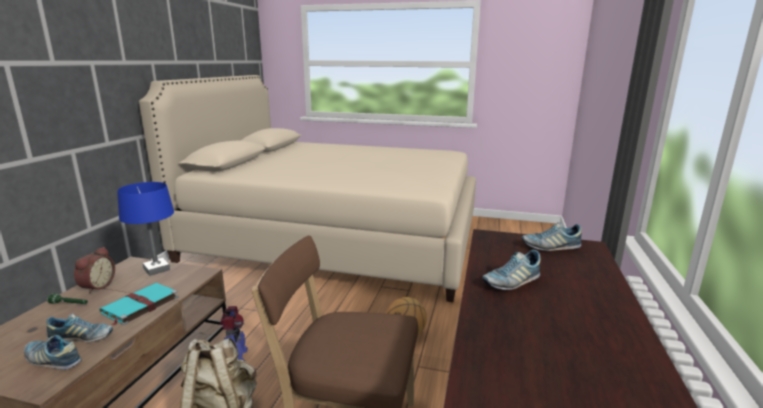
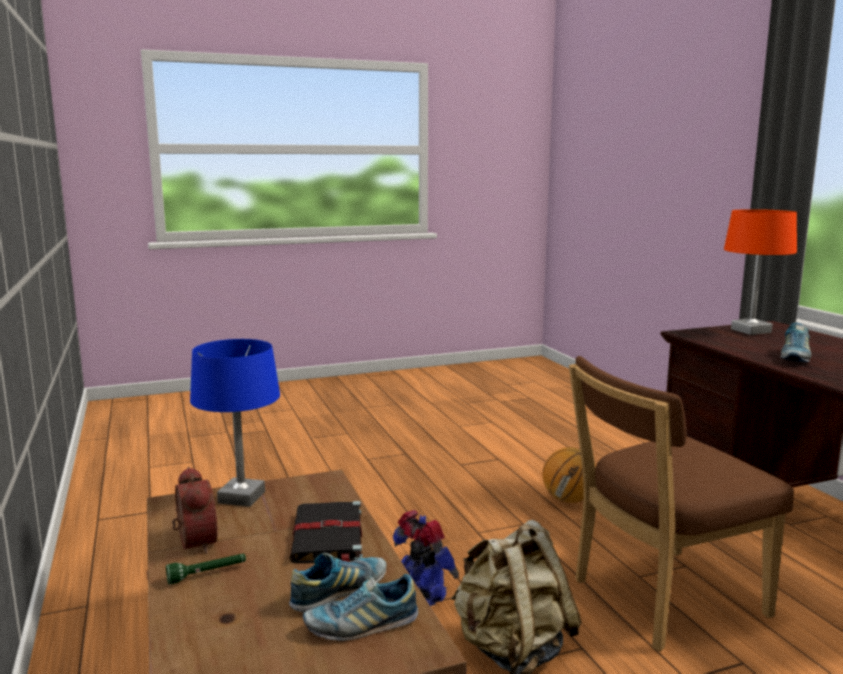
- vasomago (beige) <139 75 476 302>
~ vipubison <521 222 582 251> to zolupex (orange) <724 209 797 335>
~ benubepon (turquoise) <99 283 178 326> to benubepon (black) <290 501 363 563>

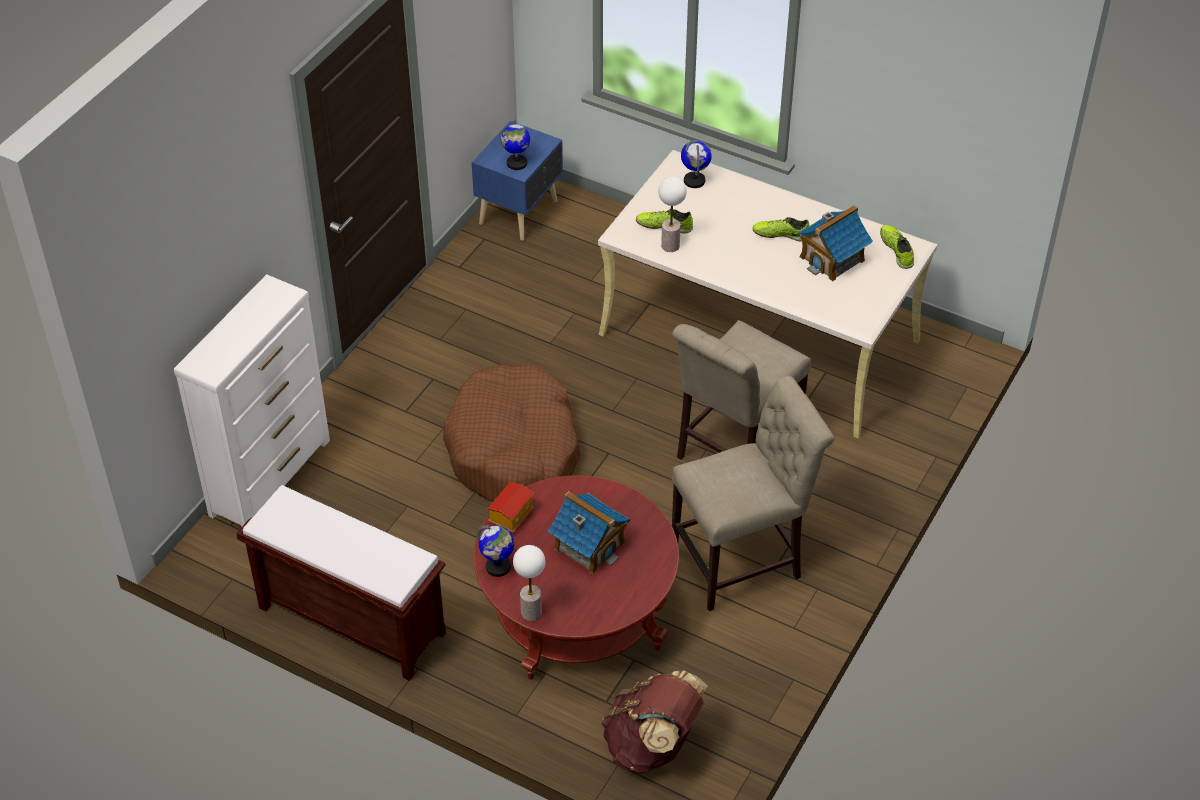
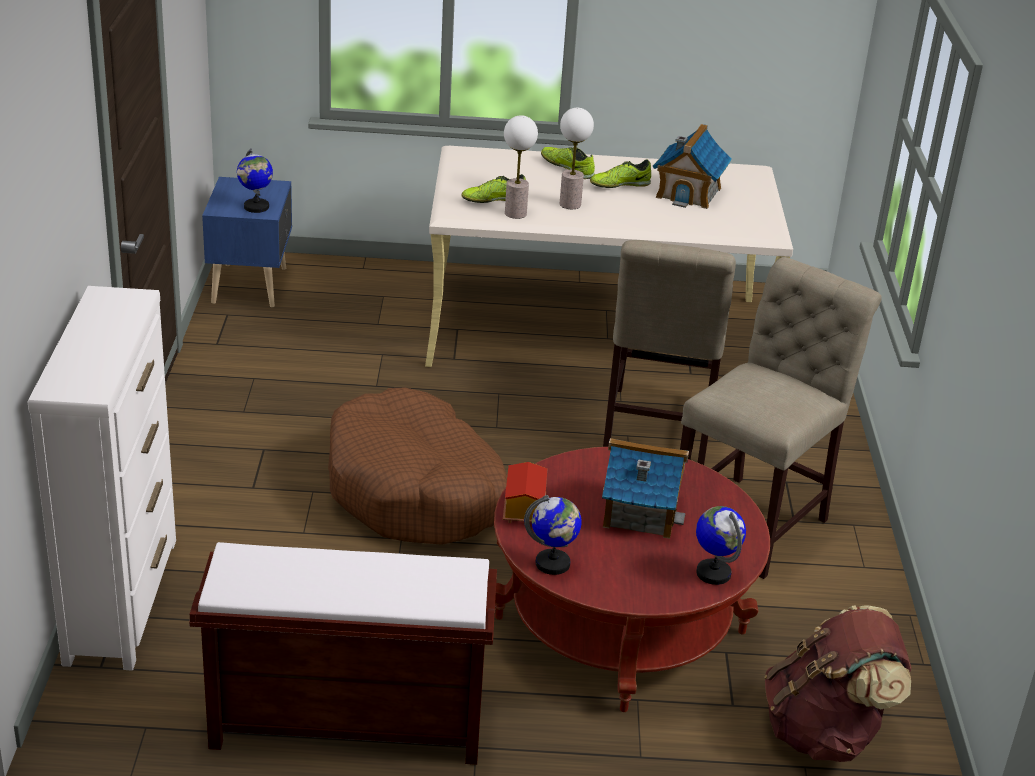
~ zolupex <513 545 546 621> to <560 108 594 209>
~ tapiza <681 140 712 188> to <696 506 746 585>
~ vipubison <880 225 914 269> to <541 147 595 179>

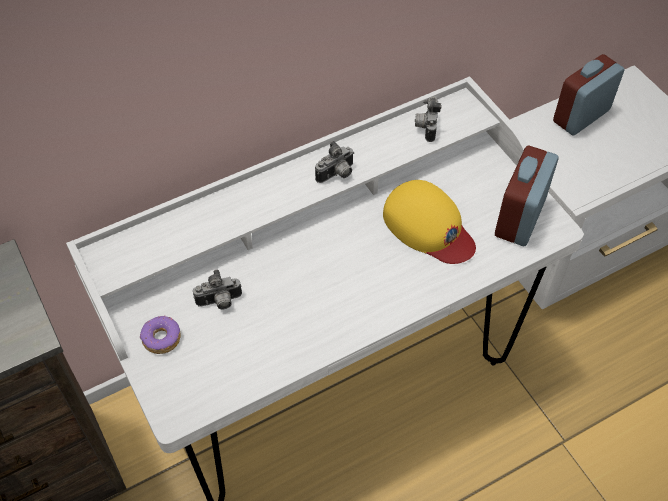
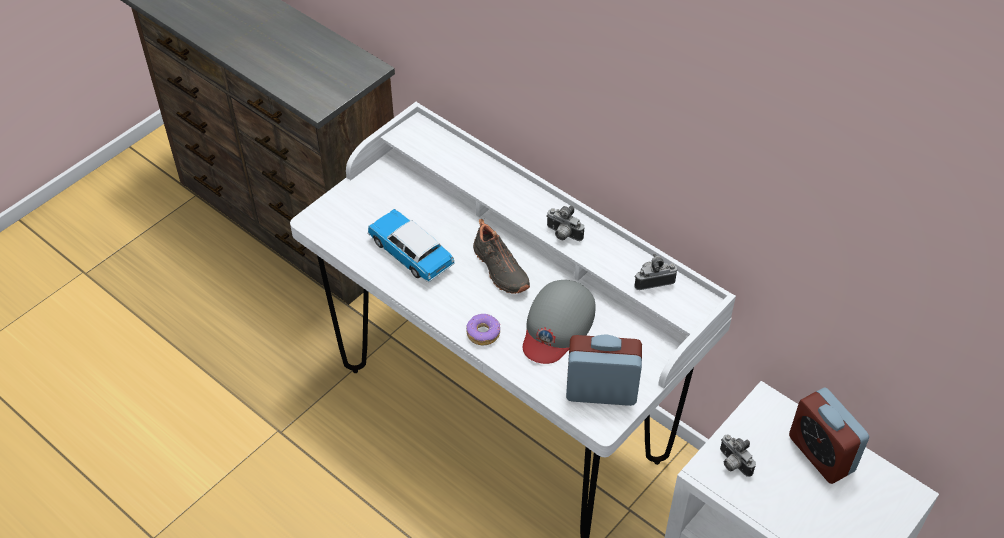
+ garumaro <367 209 455 282>
+ vipubison (black) <473 219 530 294>
~ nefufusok <140 316 181 354> to <466 314 500 345>
~ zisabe <193 270 242 310> to <720 435 756 477>
~ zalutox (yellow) <383 180 476 264> to zalutox (grey) <523 280 596 364>
~ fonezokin <553 54 624 136> = <789 387 869 484> 150 degrees counterclockwise

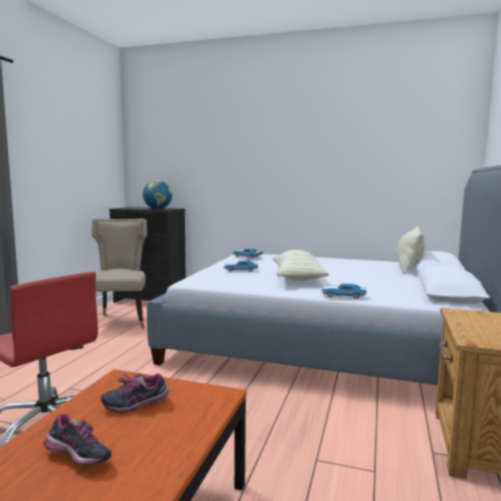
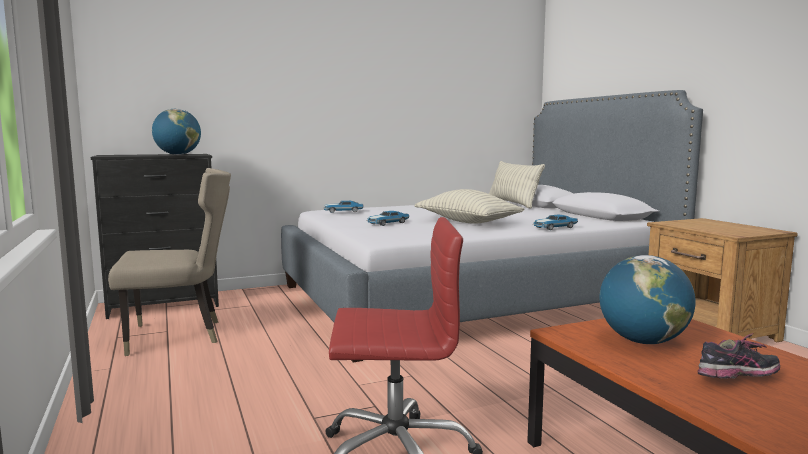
~ vipubison <101 373 169 413> to tapiza <600 255 696 344>
~ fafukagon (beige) <92 219 147 329> = <108 168 231 356> 120 degrees clockwise

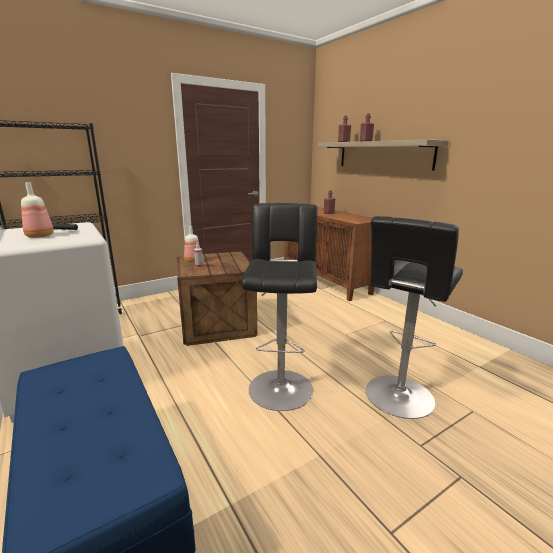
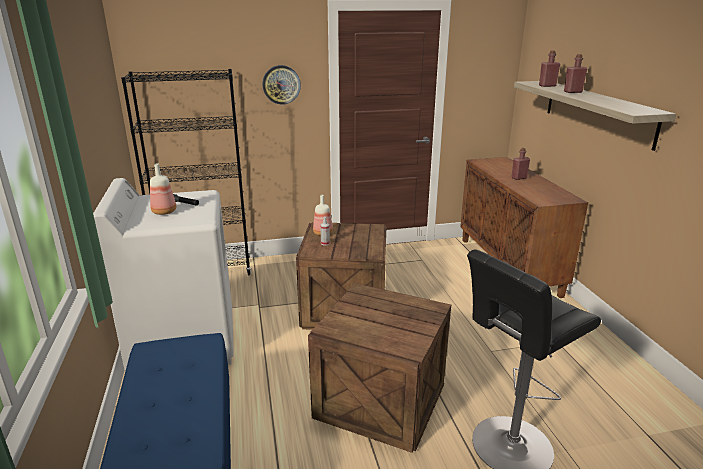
+ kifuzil <263 65 301 105>
~ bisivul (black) <242 203 318 411> to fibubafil <308 283 451 453>

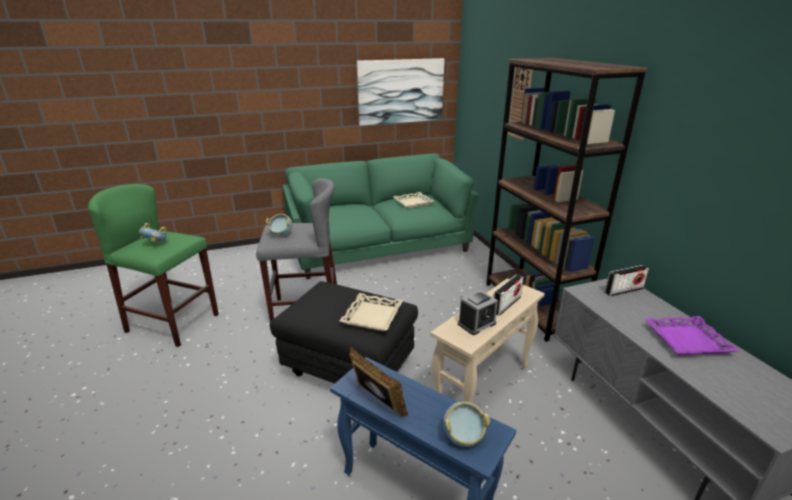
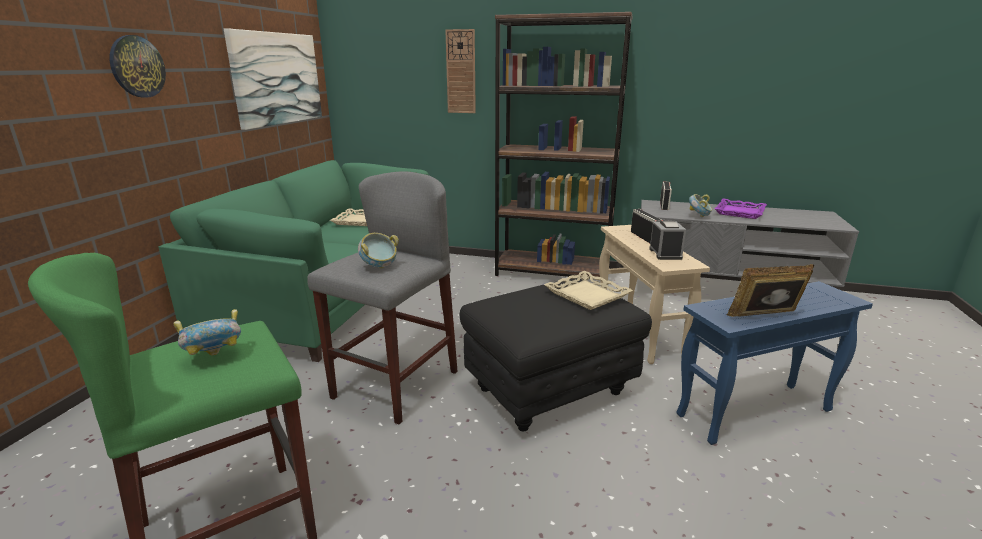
+ kifuzil <109 35 166 98>
~ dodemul <443 401 490 447> to <689 194 712 217>

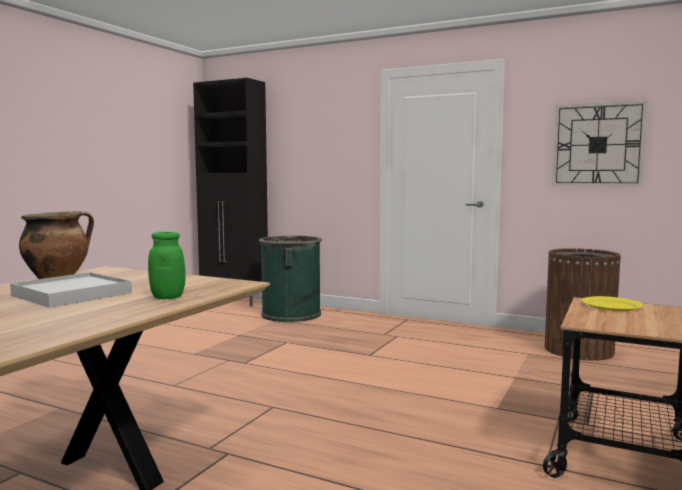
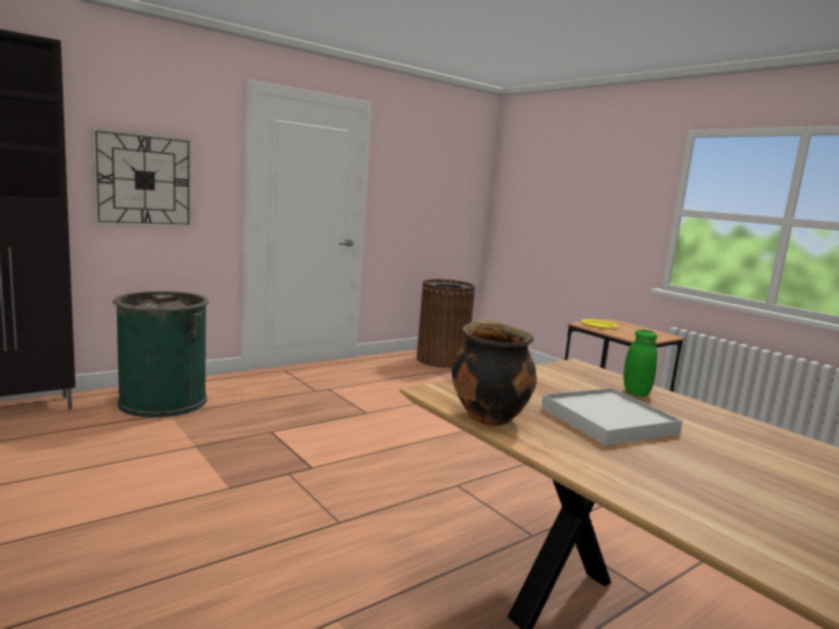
~ kifuzil <552 101 647 187> to <91 127 193 228>

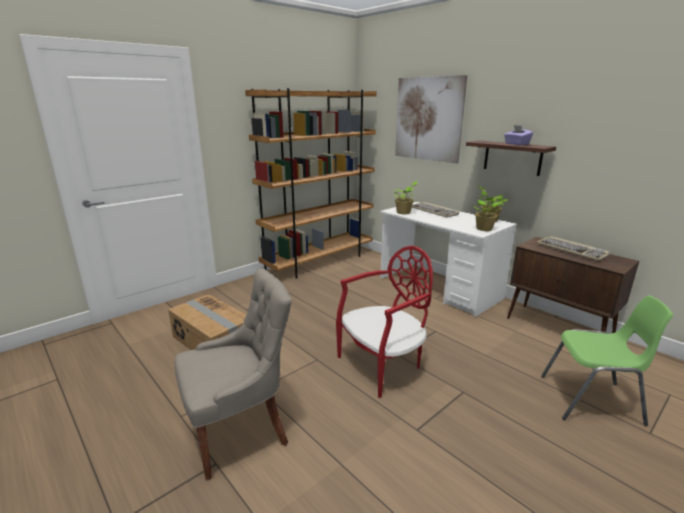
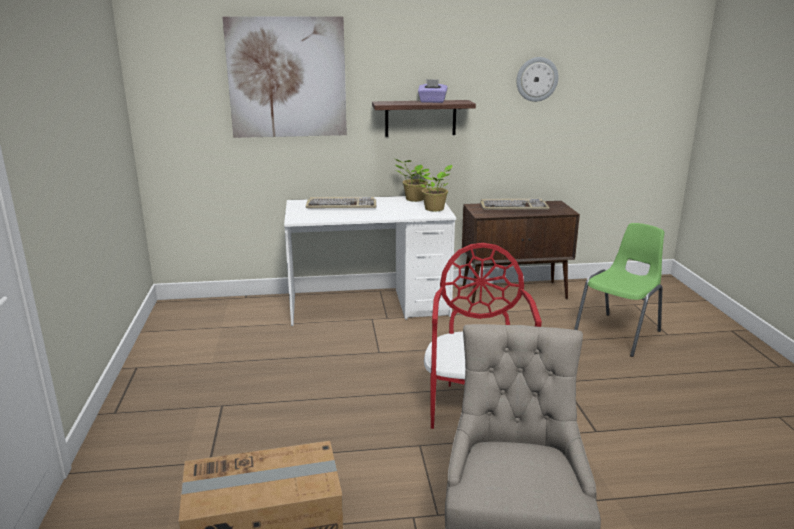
- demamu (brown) <245 88 377 279>
- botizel <393 181 418 214>
+ kifuzil <516 57 558 102>

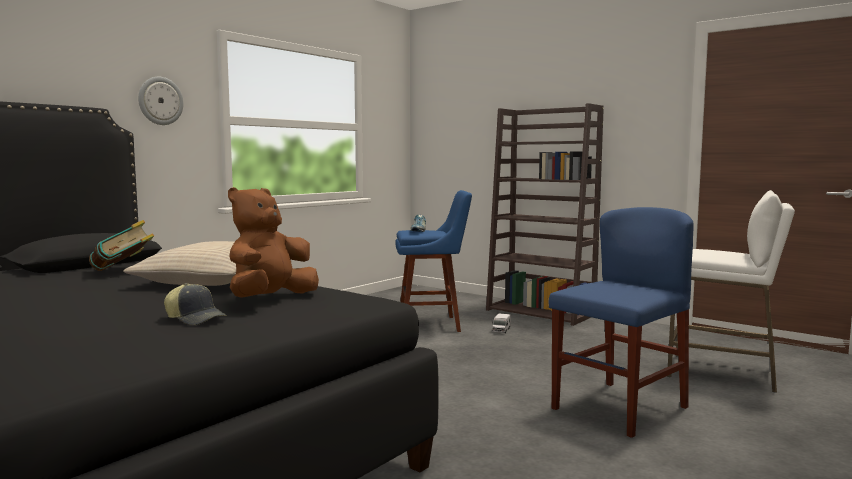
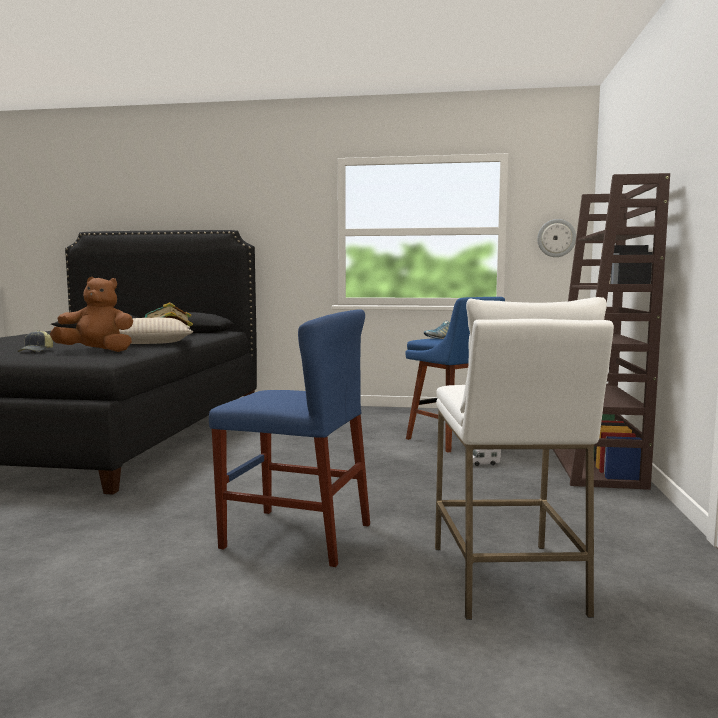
~ kifuzil <138 77 184 125> to <537 219 576 257>

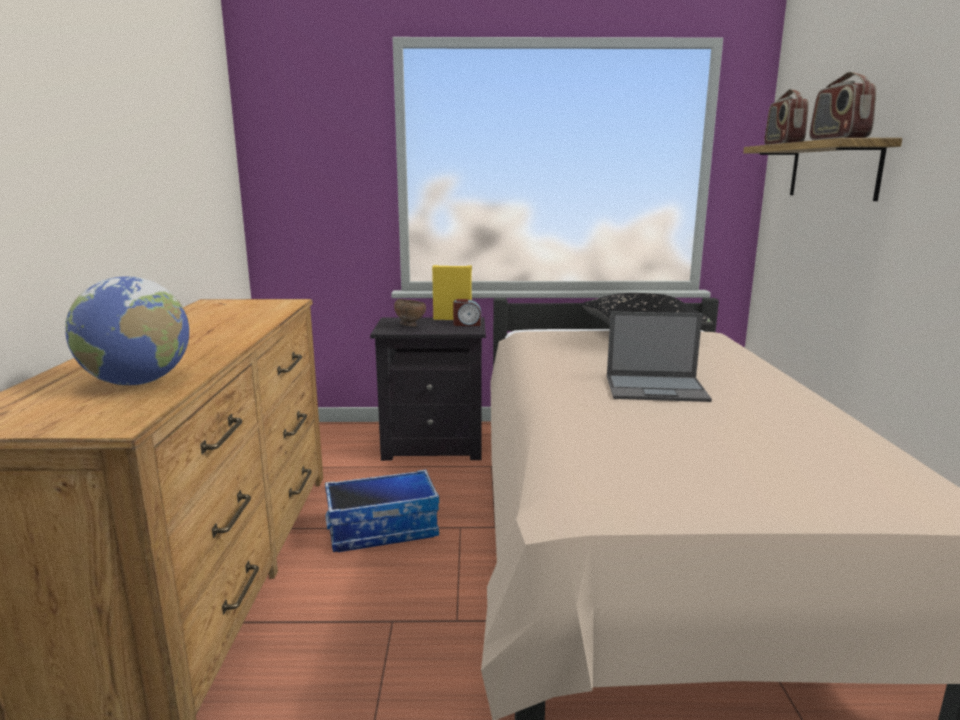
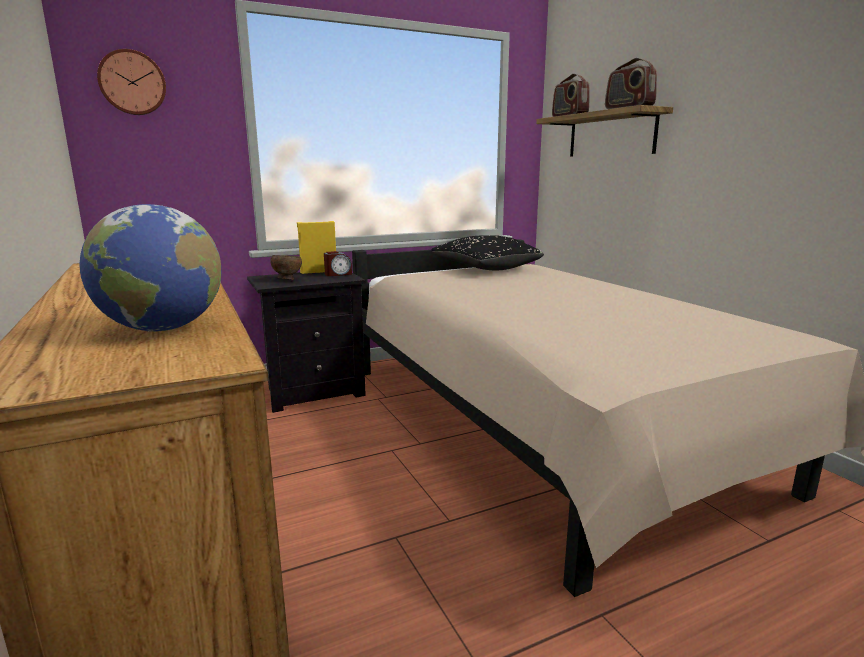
- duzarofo <325 470 439 552>
- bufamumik <607 311 712 402>
+ kifuzil <97 49 166 115>

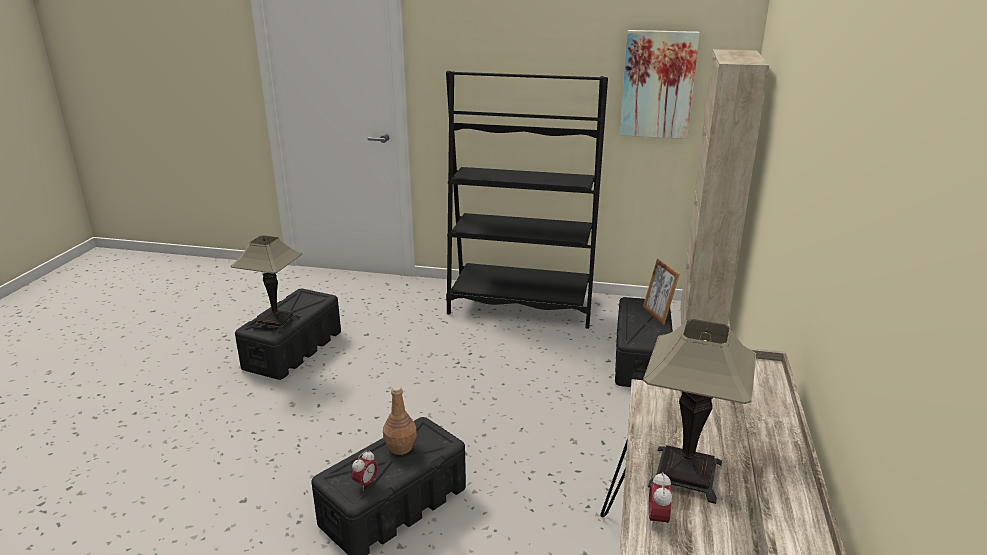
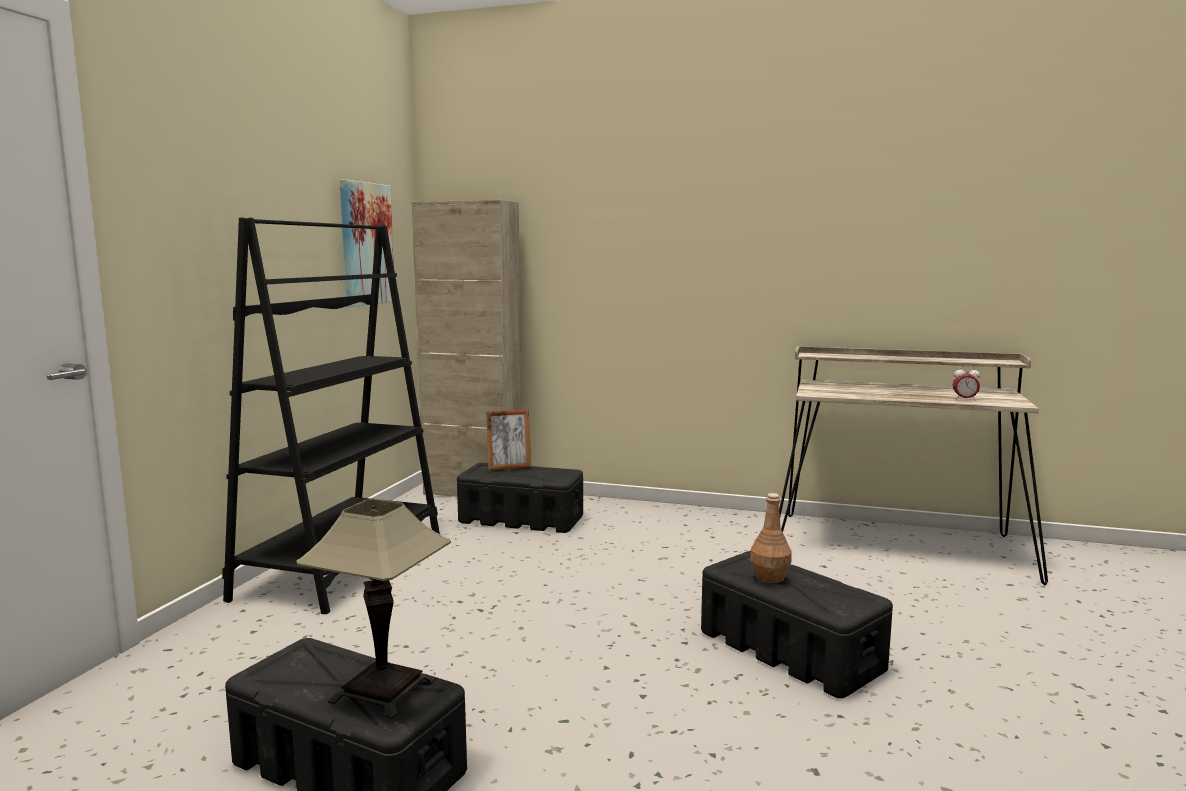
- fonezokin <351 450 378 491>
- zolupex <643 319 756 504>

